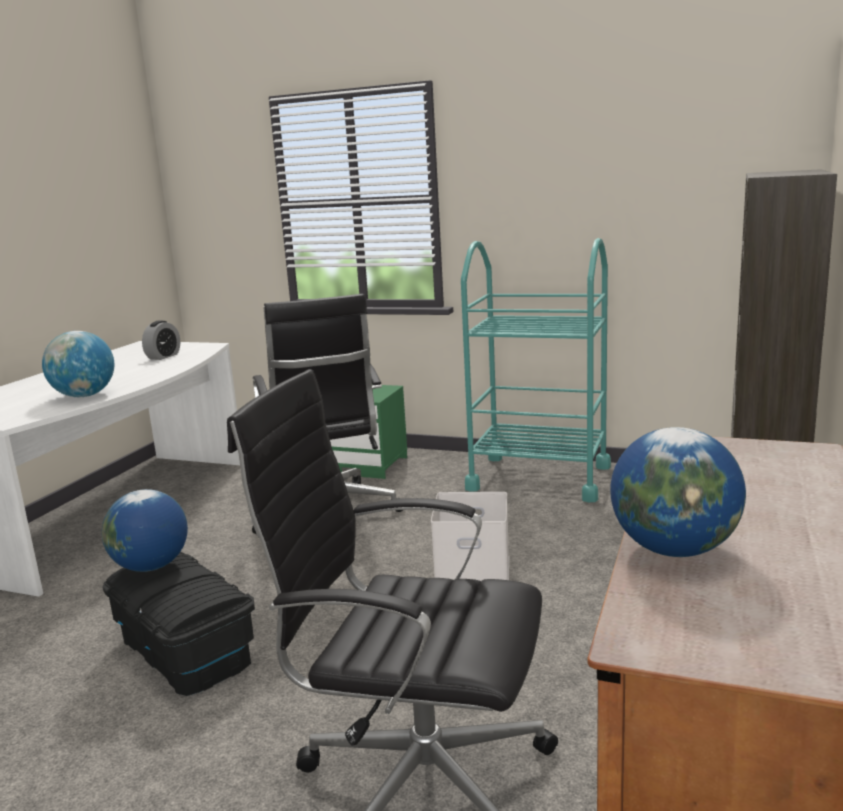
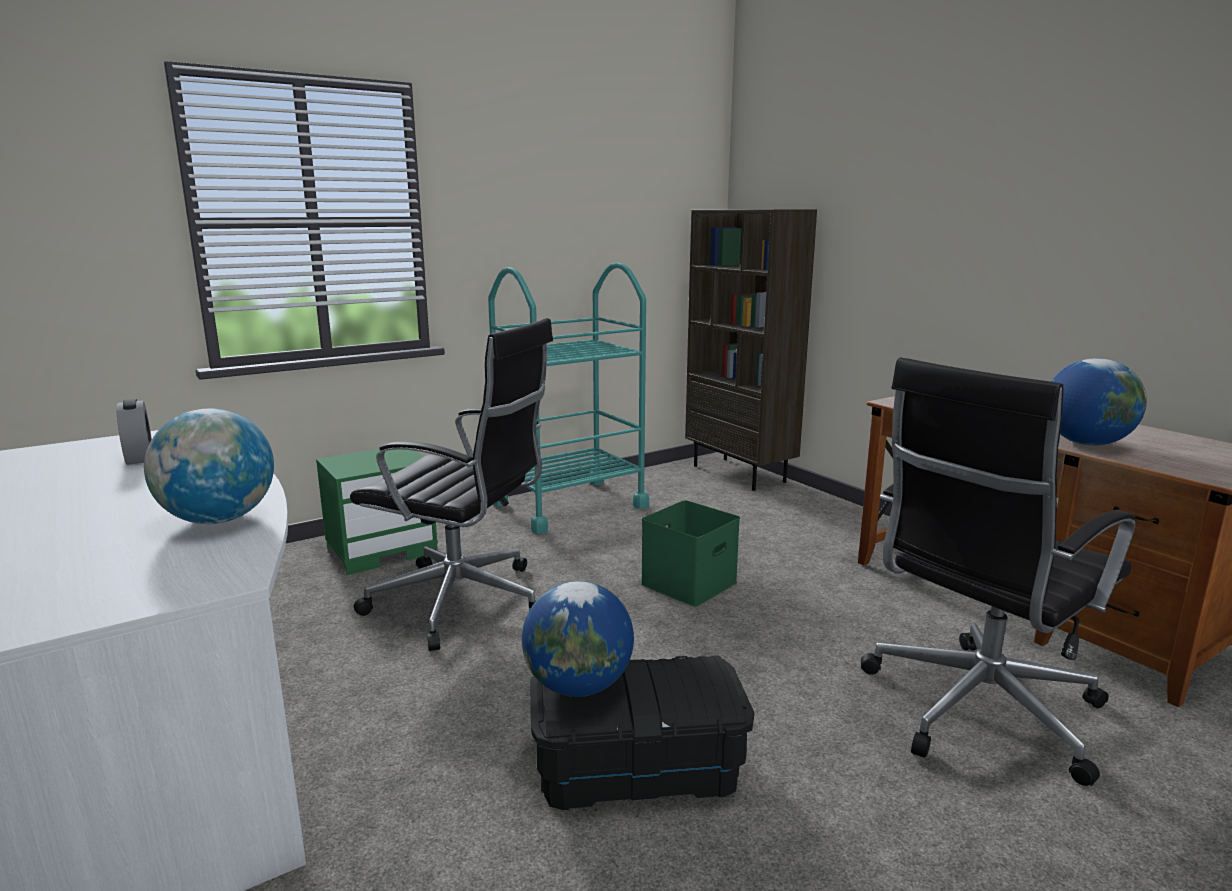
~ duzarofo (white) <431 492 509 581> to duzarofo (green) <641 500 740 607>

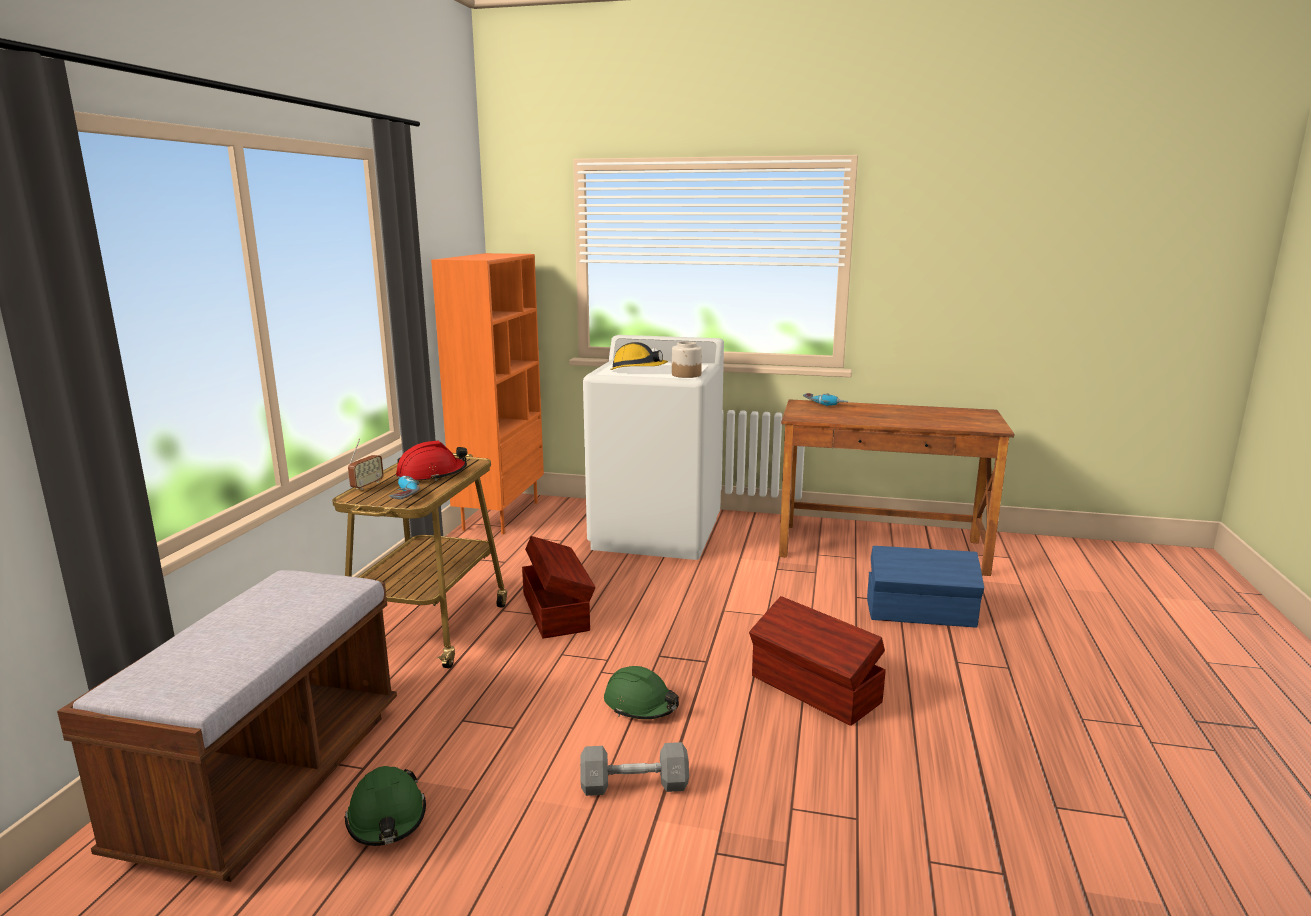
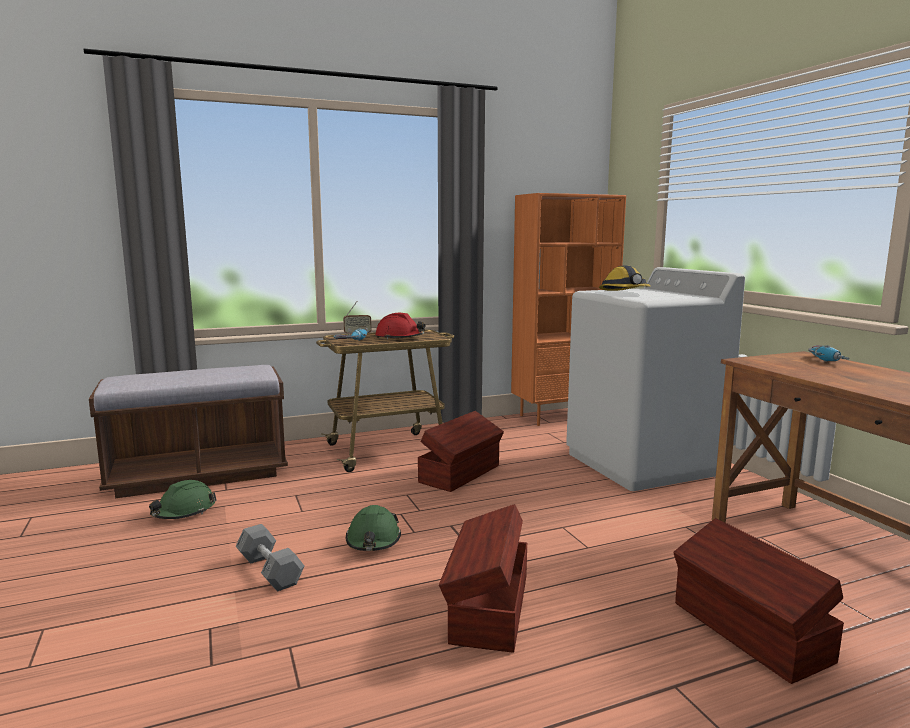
- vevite <672 341 702 378>
~ duzarofo (blue) <867 546 984 628> to duzarofo (brown) <673 518 844 684>

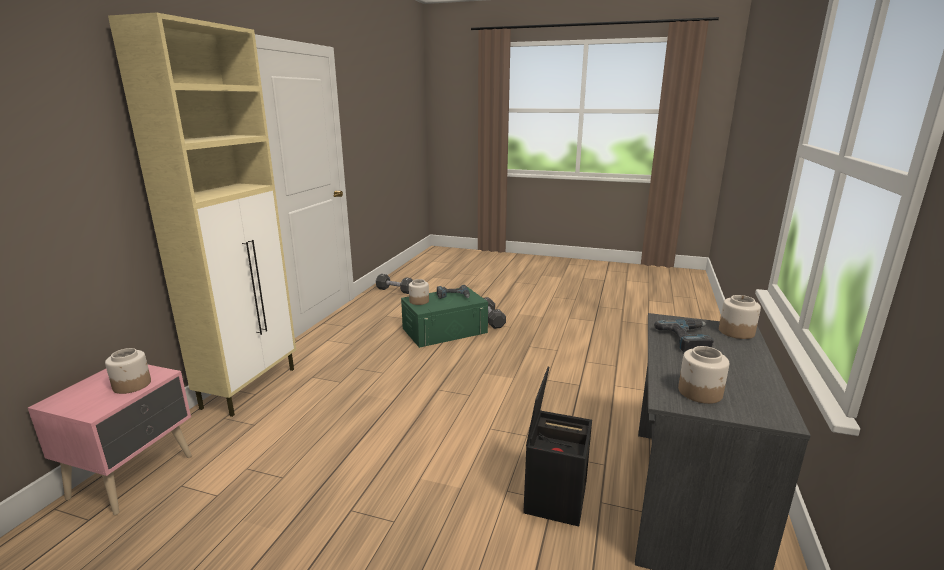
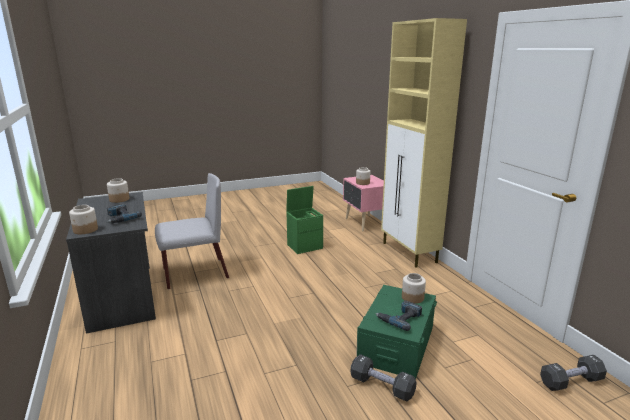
+ duzarofo (green) <286 186 323 254>
~ duzarofo (black) <523 366 592 527> to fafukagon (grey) <155 173 229 289>

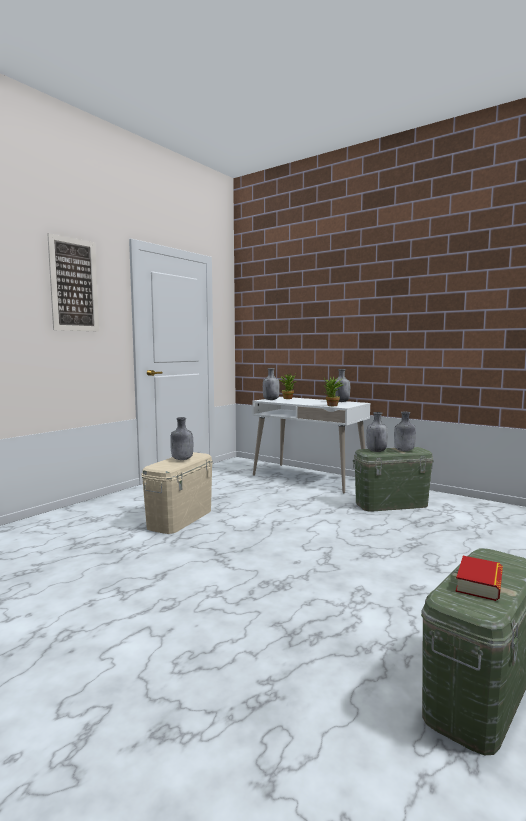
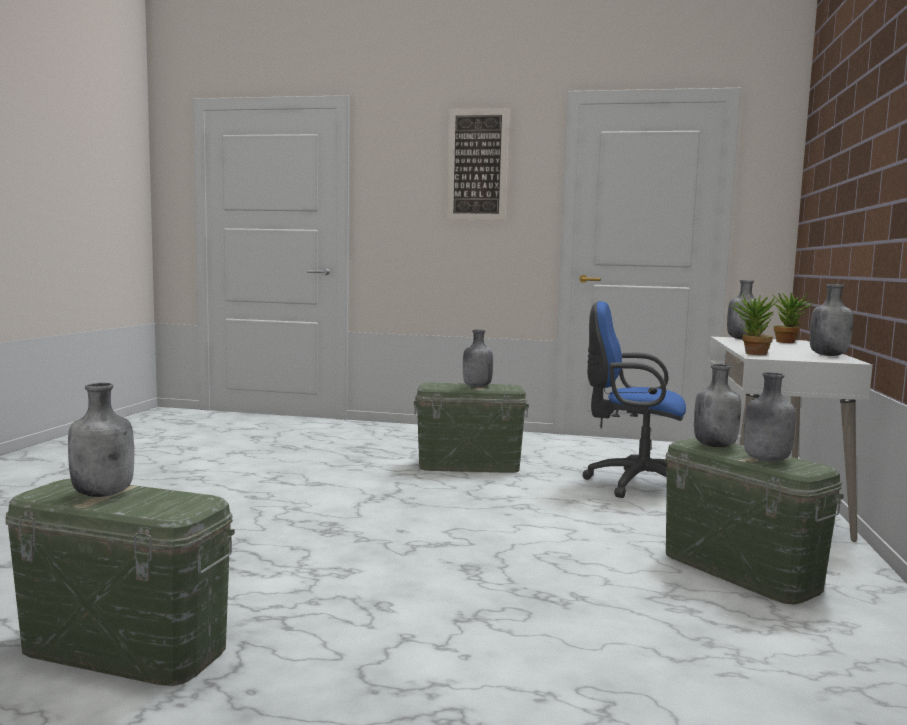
+ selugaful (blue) <582 301 686 498>
~ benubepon <456 556 503 601> to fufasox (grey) <68 383 134 497>
~ duzarofo (beige) <141 452 213 534> to duzarofo (green) <414 383 529 473>

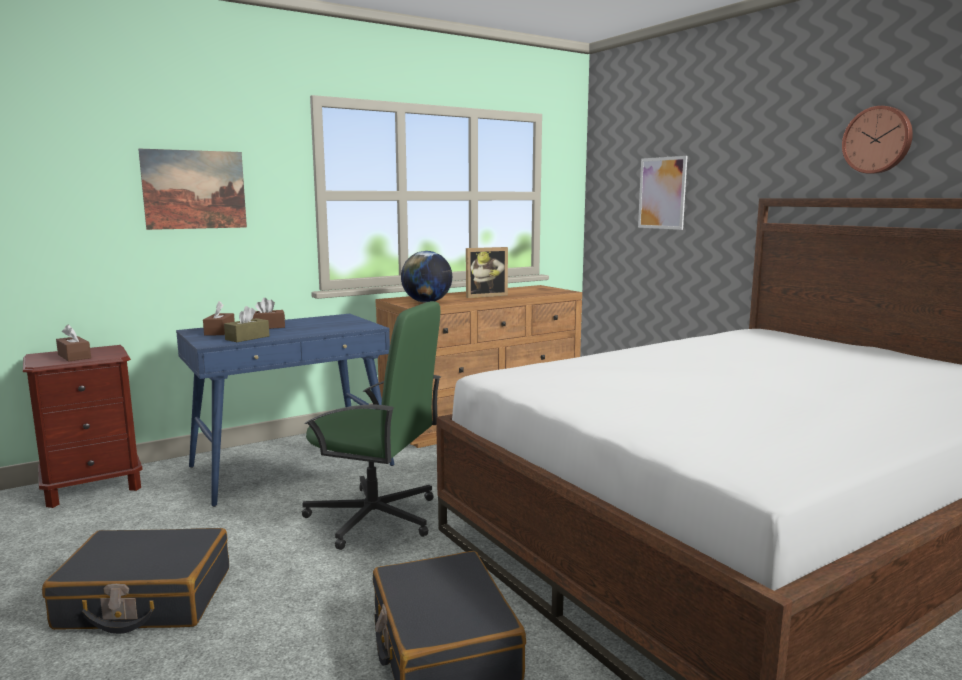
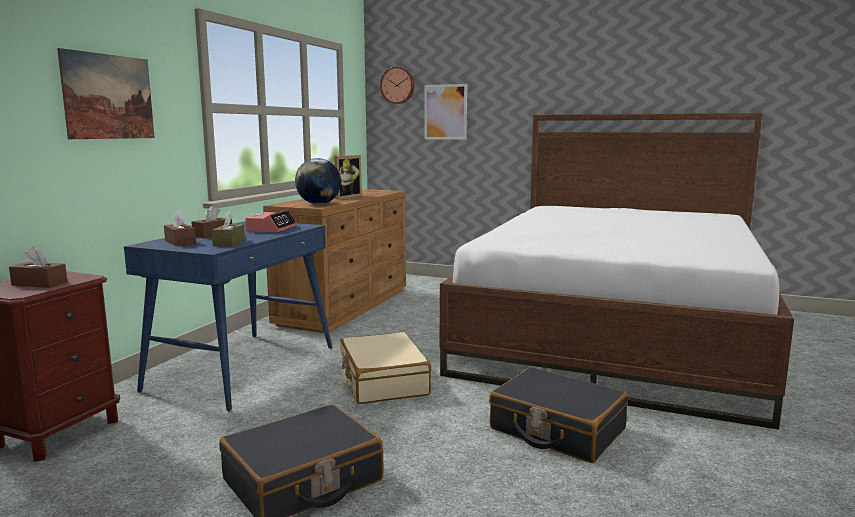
+ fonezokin <245 210 297 233>
~ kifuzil <842 106 913 174> to <380 66 415 104>
~ selugaful (green) <302 301 441 550> to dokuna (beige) <340 332 431 404>

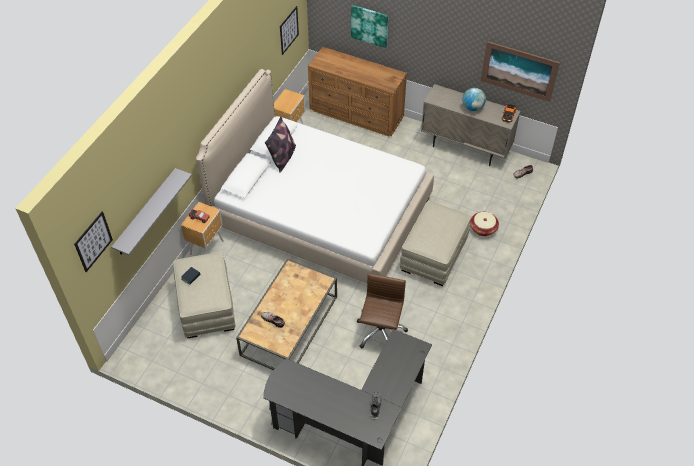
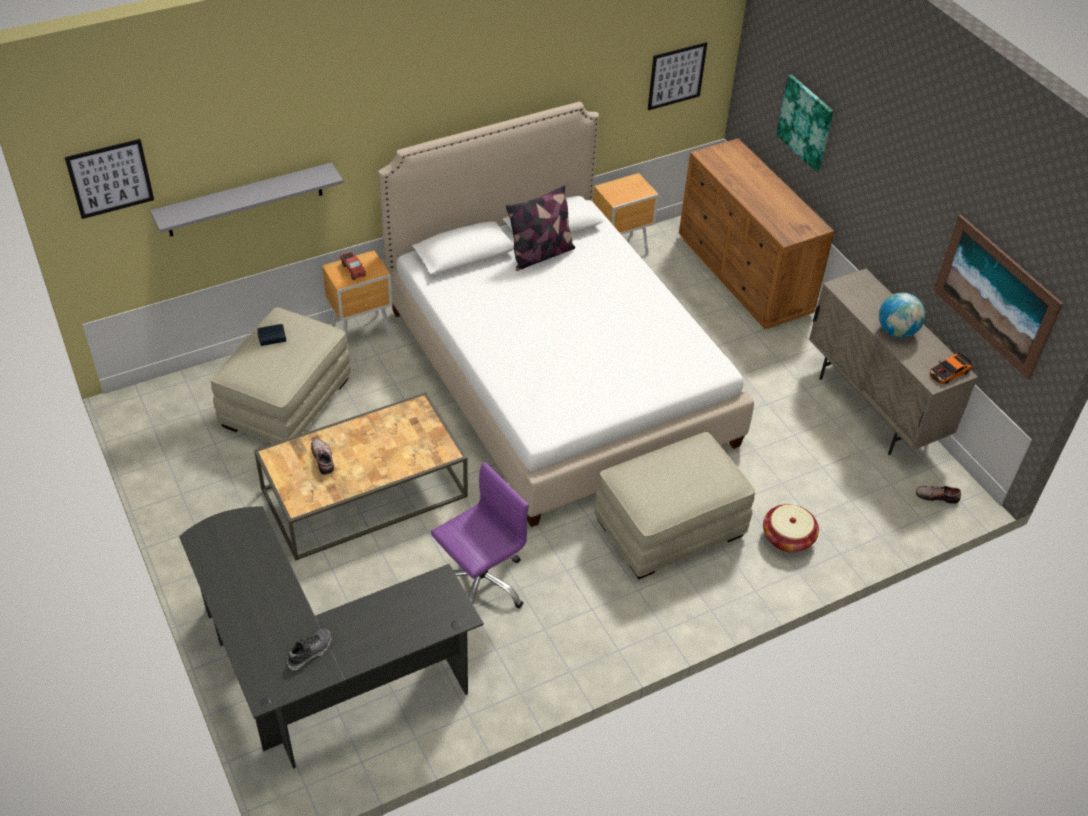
~ selugaful (brown) <357 273 408 348> to selugaful (purple) <431 462 529 608>

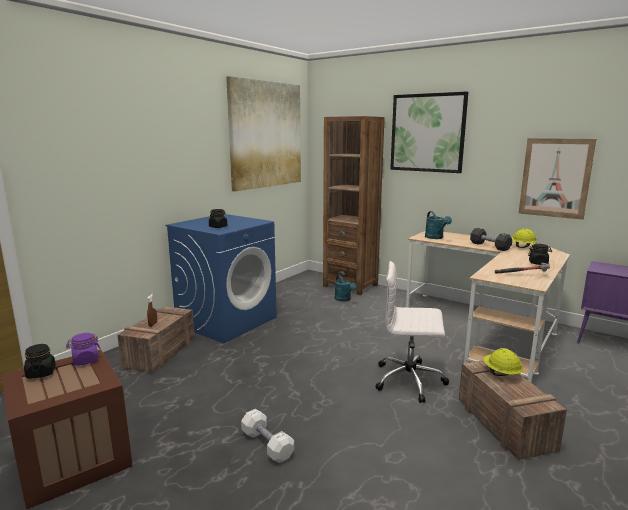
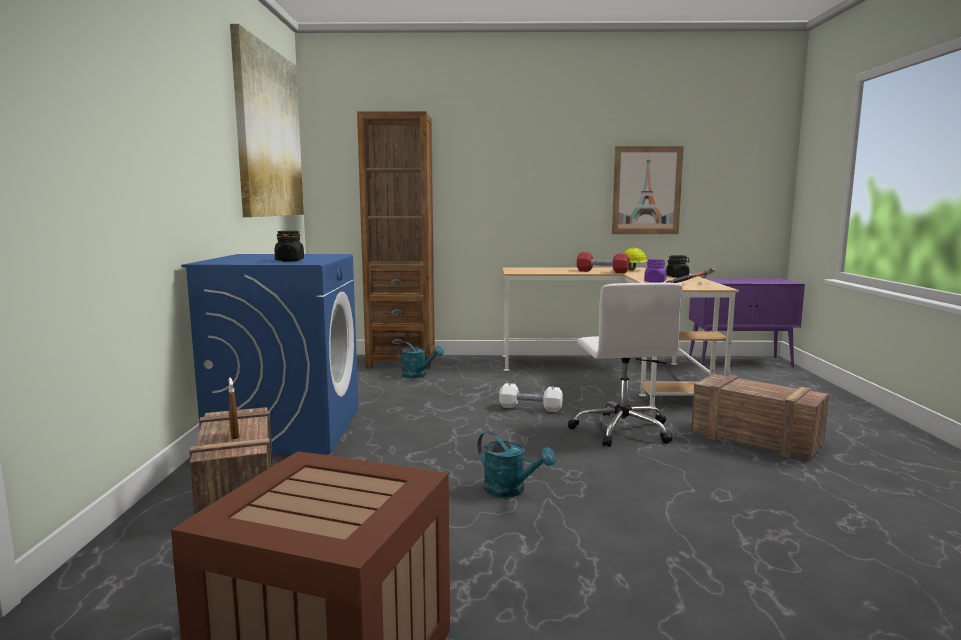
- vevite (black) <24 344 56 379>
- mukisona <390 92 468 173>
- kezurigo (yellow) <484 348 523 376>
~ vevite (purple) <66 333 101 366> to <644 259 666 283>
~ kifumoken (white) <241 409 294 463> to <499 383 563 412>
~ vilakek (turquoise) <425 211 452 239> to <477 431 556 498>
~ kifumoken (black) <470 228 512 251> to kifumoken (red) <577 252 630 273>
~ selugaful (white) <376 261 449 403> = <568 283 682 447> 75 degrees counterclockwise

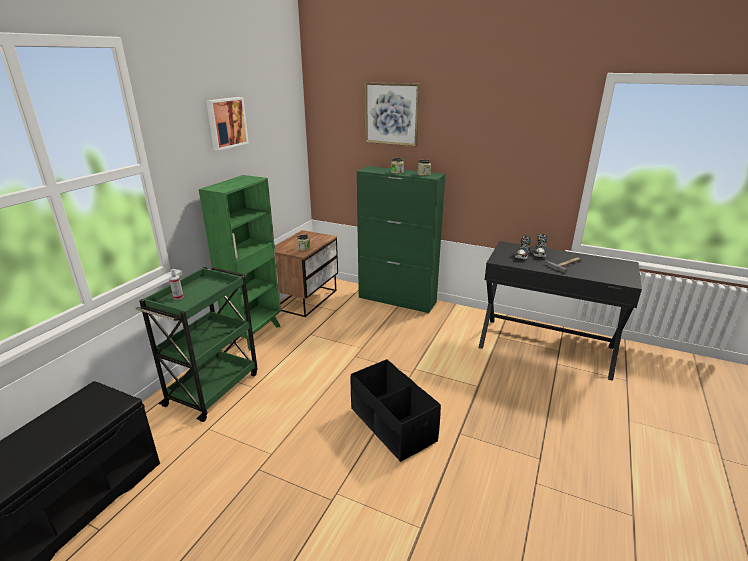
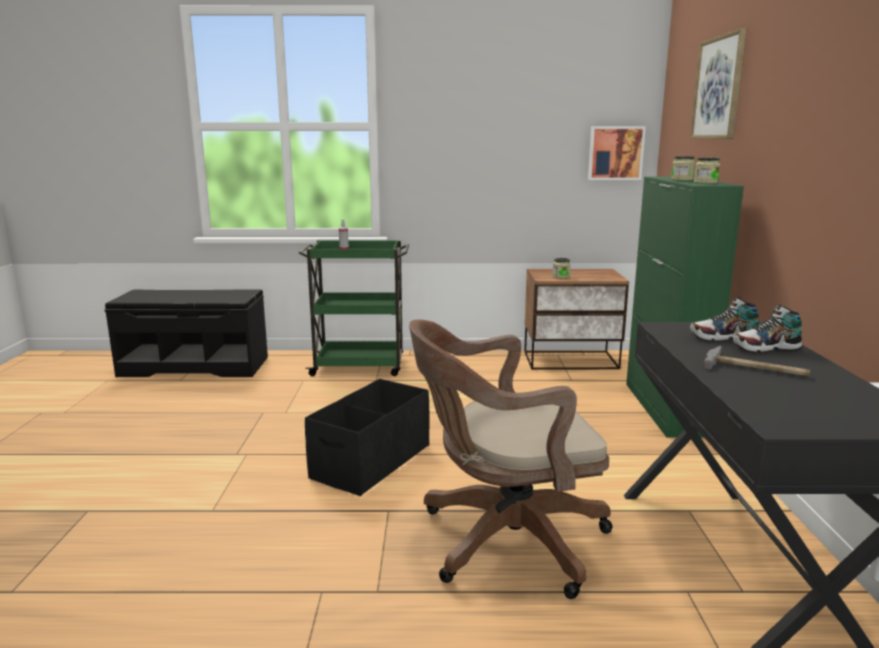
- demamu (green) <199 175 281 351>
+ selugaful (brown) <409 319 613 599>
~ mukisona <206 97 249 151> to <588 126 646 180>

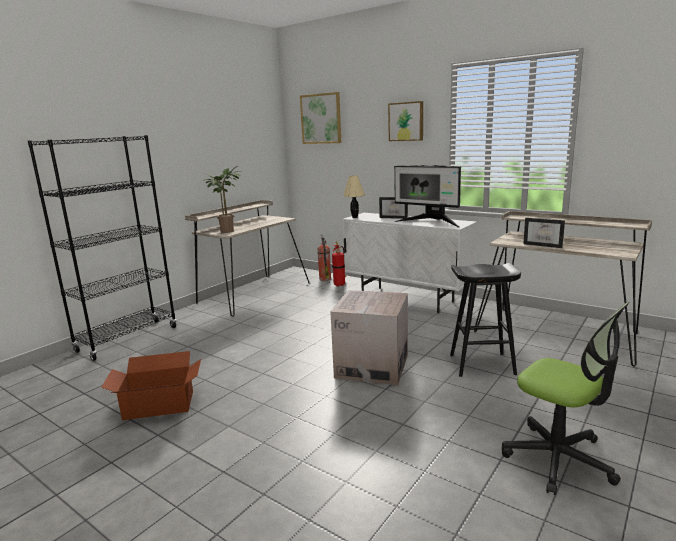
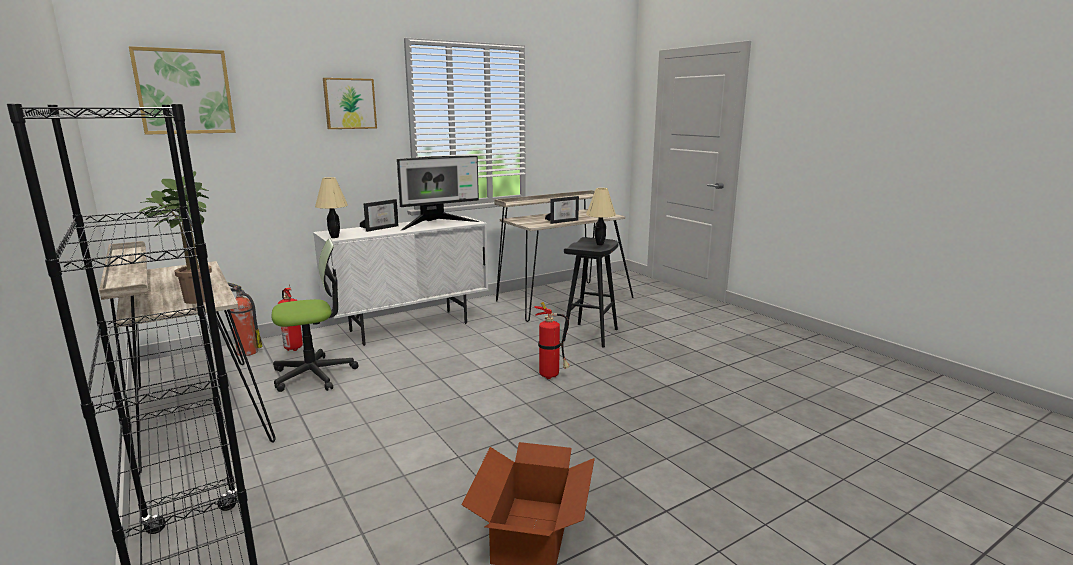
+ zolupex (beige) <586 188 616 245>
~ selugaful <502 302 629 495> to <271 239 358 392>
~ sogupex <330 290 408 385> to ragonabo <534 302 570 379>

